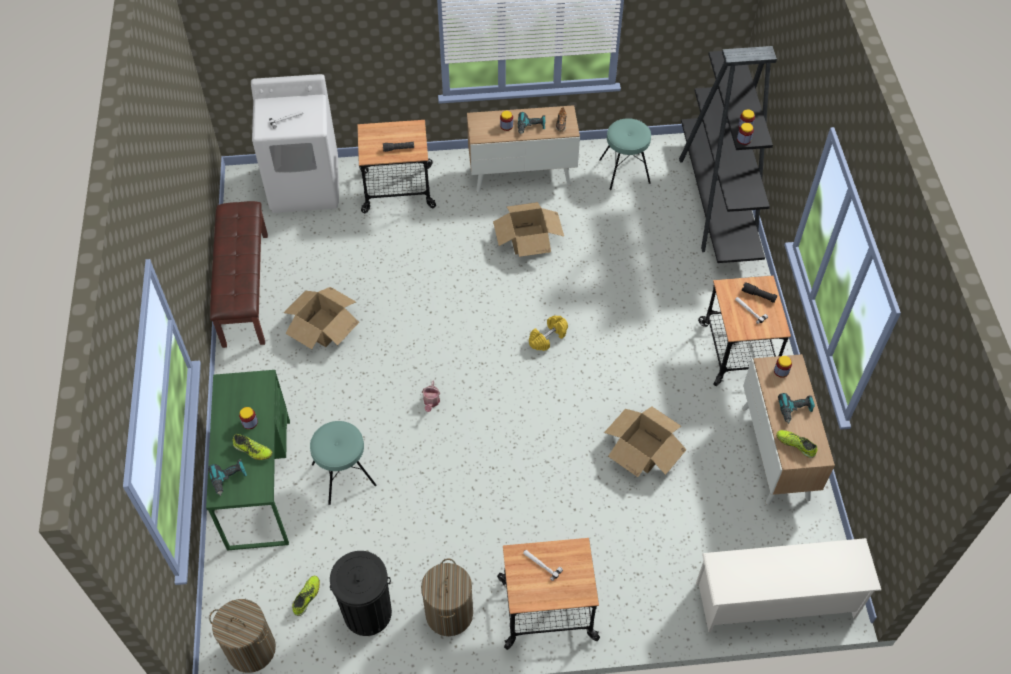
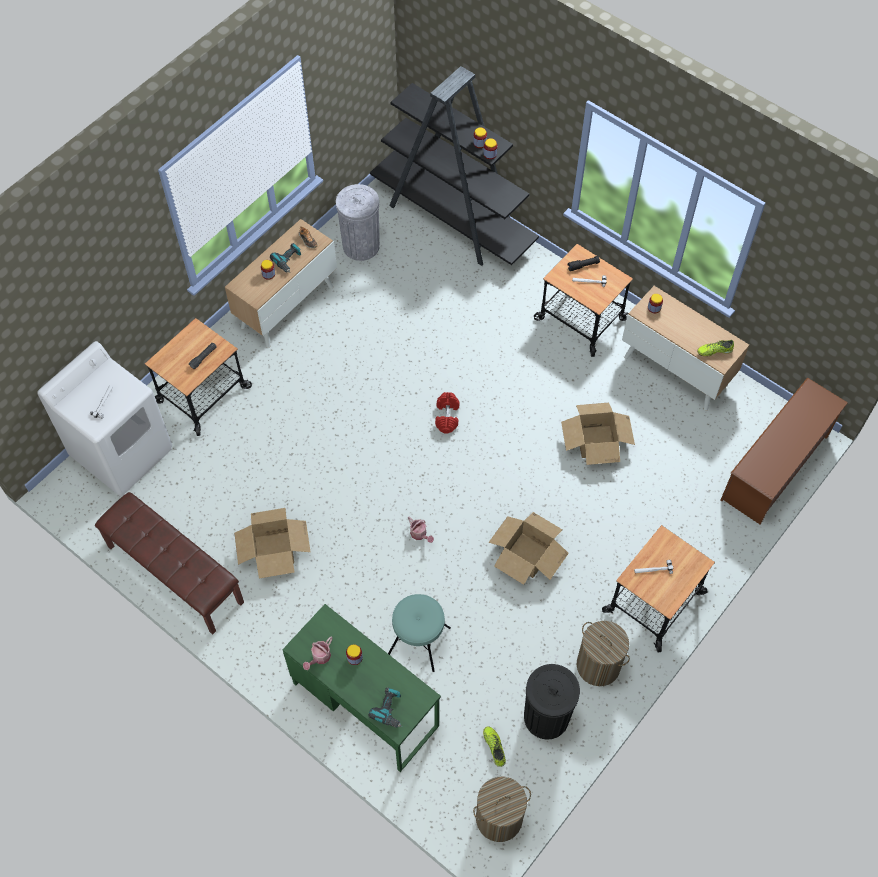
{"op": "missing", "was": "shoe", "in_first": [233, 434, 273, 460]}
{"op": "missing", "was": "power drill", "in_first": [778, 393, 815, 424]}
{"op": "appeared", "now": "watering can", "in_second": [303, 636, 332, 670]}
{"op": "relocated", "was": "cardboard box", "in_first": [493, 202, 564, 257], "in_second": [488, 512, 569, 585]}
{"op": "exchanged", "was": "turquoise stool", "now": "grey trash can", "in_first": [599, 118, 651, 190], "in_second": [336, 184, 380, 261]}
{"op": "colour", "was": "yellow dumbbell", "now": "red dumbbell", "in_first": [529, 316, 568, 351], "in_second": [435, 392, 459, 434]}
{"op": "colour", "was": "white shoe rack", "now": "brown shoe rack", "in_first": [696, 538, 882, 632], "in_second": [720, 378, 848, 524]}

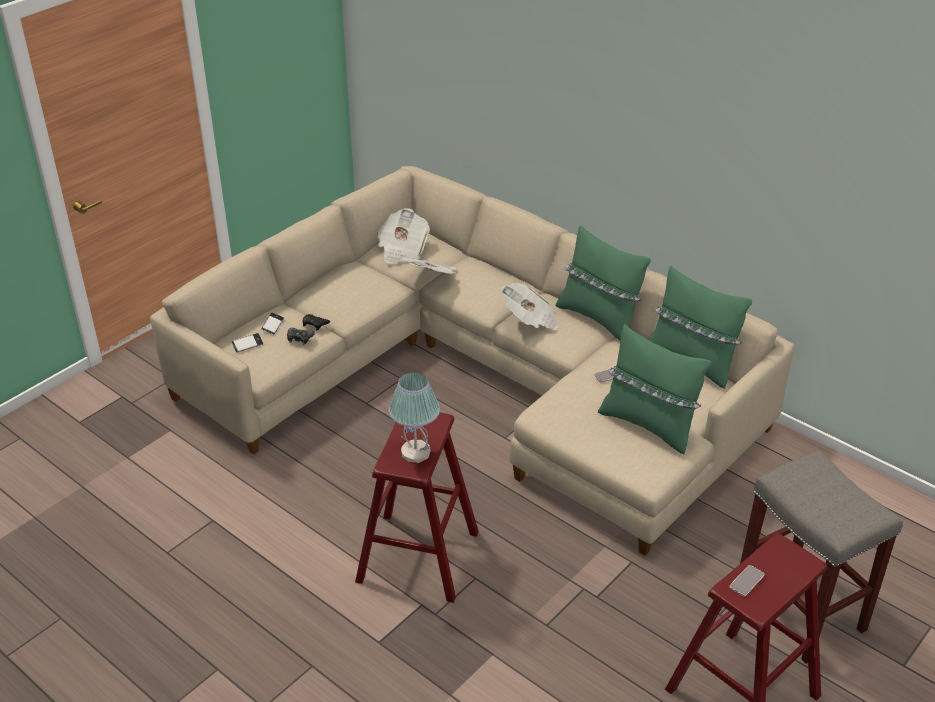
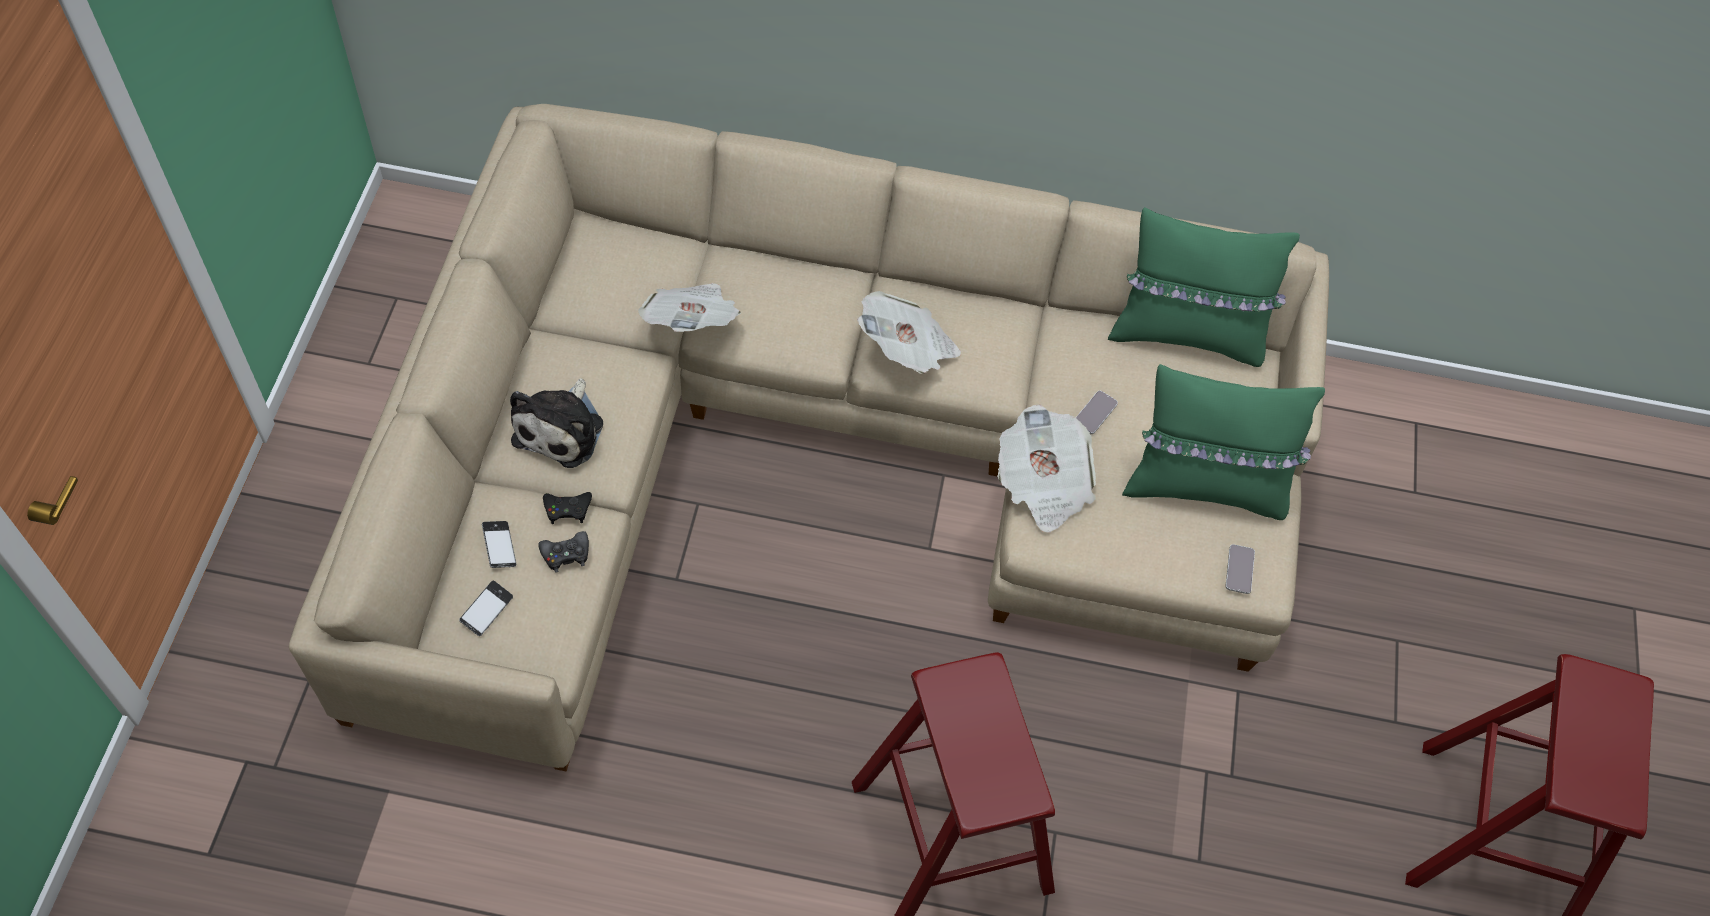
{"op": "missing", "was": "table lamp", "in_first": [389, 372, 440, 463]}
{"op": "missing", "was": "green pillow", "in_first": [556, 225, 651, 340]}
{"op": "missing", "was": "grey stool", "in_first": [740, 450, 903, 664]}
{"op": "appeared", "now": "plush toy", "in_second": [510, 378, 603, 468]}
{"op": "relocated", "was": "newspaper", "in_first": [377, 208, 430, 264], "in_second": [998, 405, 1096, 533]}
{"op": "relocated", "was": "phone", "in_first": [730, 565, 764, 597], "in_second": [1226, 544, 1255, 594]}

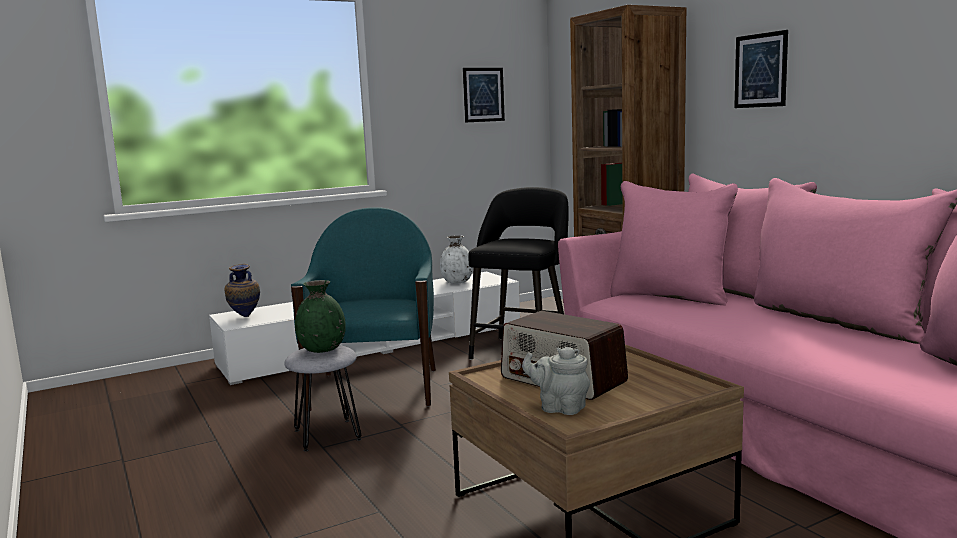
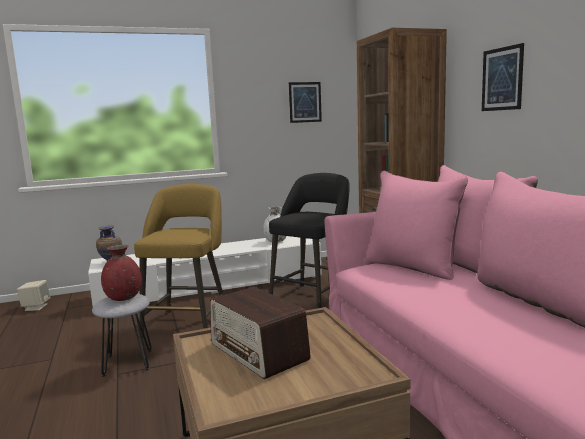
{"op": "missing", "was": "grey teapot", "in_first": [522, 347, 590, 415]}
{"op": "appeared", "now": "beige speaker", "in_second": [17, 280, 51, 311]}
{"op": "exchanged", "was": "turquoise armchair", "now": "yellow stool", "in_first": [291, 207, 436, 411], "in_second": [134, 184, 224, 338]}
{"op": "colour", "was": "green vase", "now": "red vase", "in_first": [295, 280, 346, 353], "in_second": [101, 245, 142, 301]}

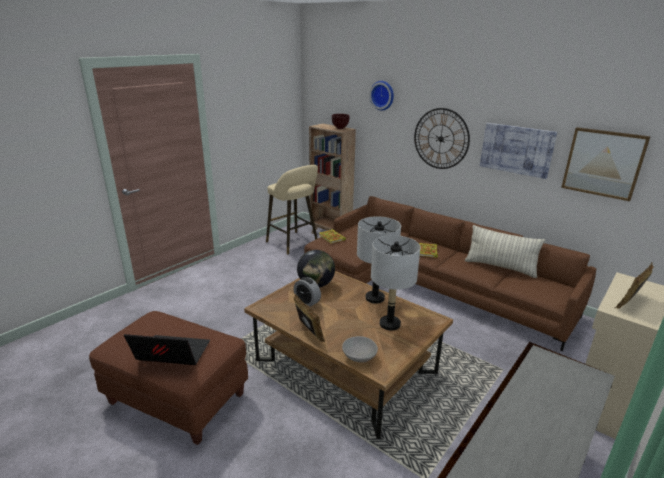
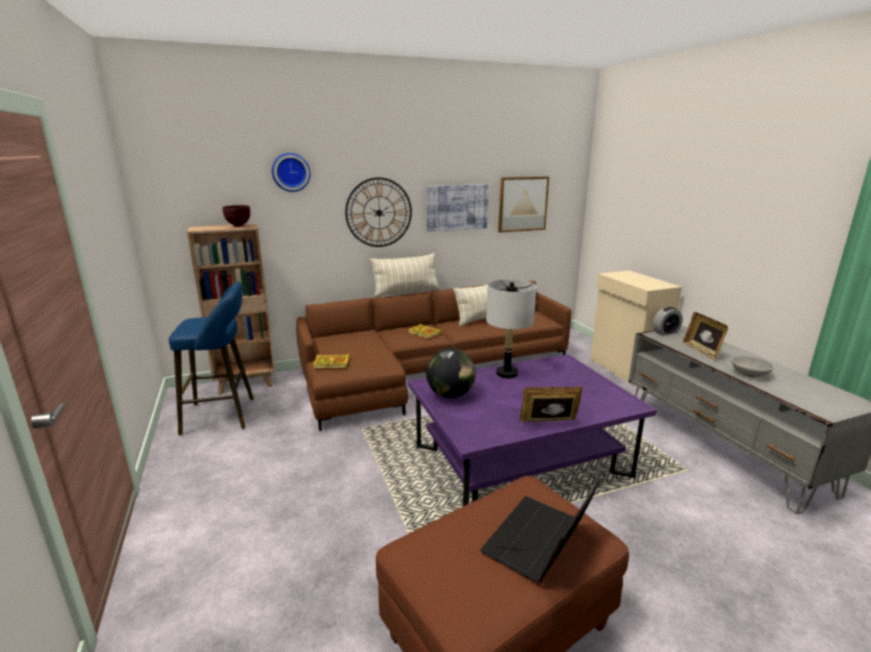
{"op": "missing", "was": "grey table lamp", "in_first": [371, 235, 421, 331]}
{"op": "appeared", "now": "pillow", "in_second": [370, 253, 440, 298]}
{"op": "relocated", "was": "alarm clock", "in_first": [294, 277, 321, 307], "in_second": [653, 307, 683, 335]}
{"op": "relocated", "was": "grey bowl", "in_first": [342, 336, 378, 363], "in_second": [731, 356, 774, 377]}
{"op": "relocated", "was": "picture frame", "in_first": [615, 263, 654, 309], "in_second": [683, 312, 728, 360]}
{"op": "colour", "was": "brown coffee table", "now": "purple coffee table", "in_first": [244, 271, 453, 439], "in_second": [408, 354, 657, 506]}
{"op": "colour", "was": "beige stool", "now": "blue stool", "in_first": [266, 165, 318, 254], "in_second": [169, 282, 254, 435]}

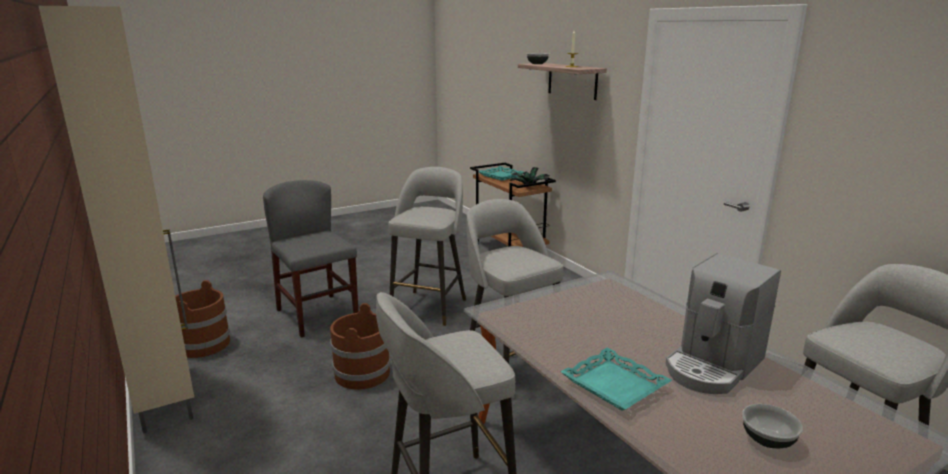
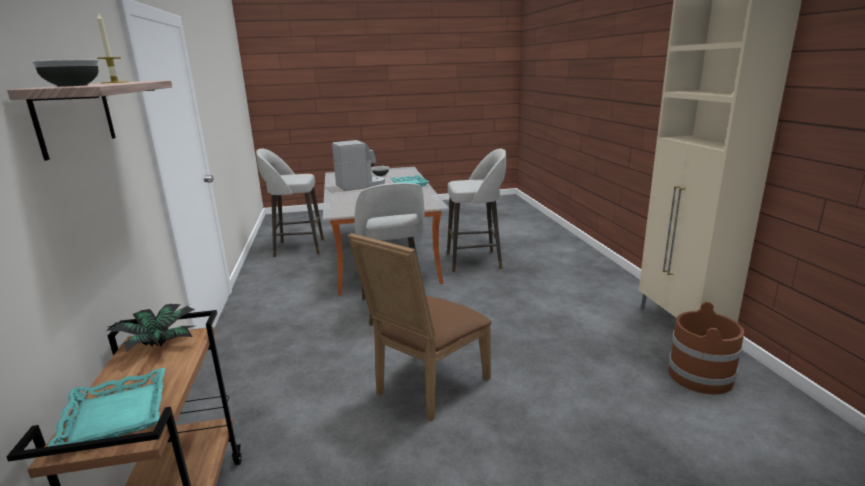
{"op": "missing", "was": "grey chair", "in_first": [263, 180, 359, 338]}
{"op": "missing", "was": "brown bucket", "in_first": [330, 303, 391, 389]}
{"op": "exchanged", "was": "grey stool", "now": "brown chair", "in_first": [388, 167, 466, 326], "in_second": [348, 233, 491, 422]}

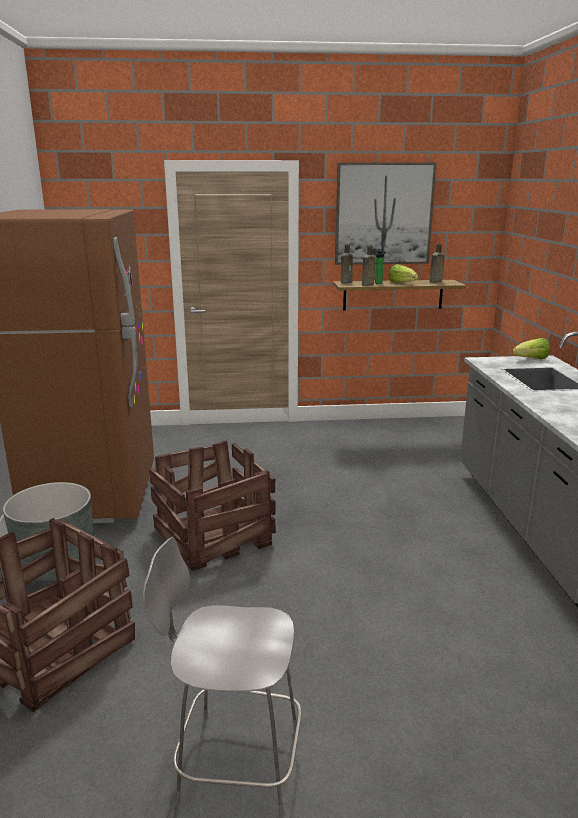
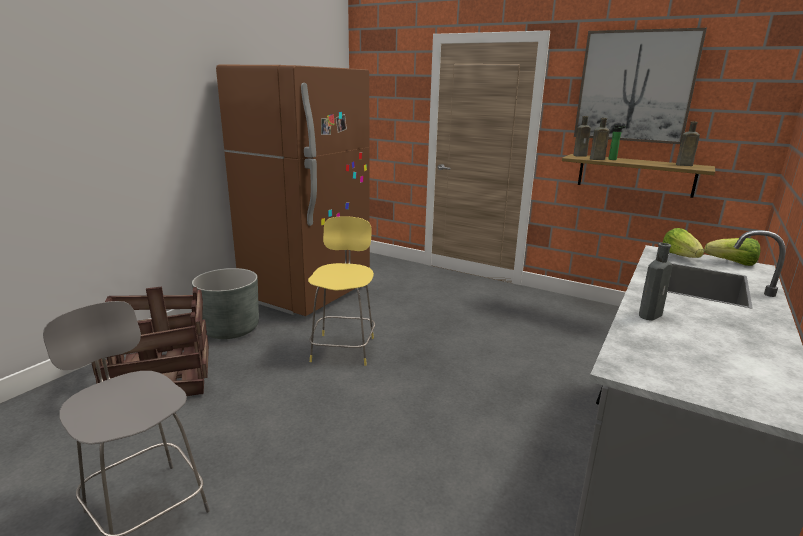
{"op": "appeared", "now": "grey bottle", "in_second": [639, 243, 672, 320]}
{"op": "relocated", "was": "lettuce", "in_first": [389, 264, 418, 283], "in_second": [662, 228, 704, 258]}
{"op": "exchanged", "was": "crate", "now": "yellow stool", "in_first": [149, 440, 276, 571], "in_second": [308, 216, 375, 366]}

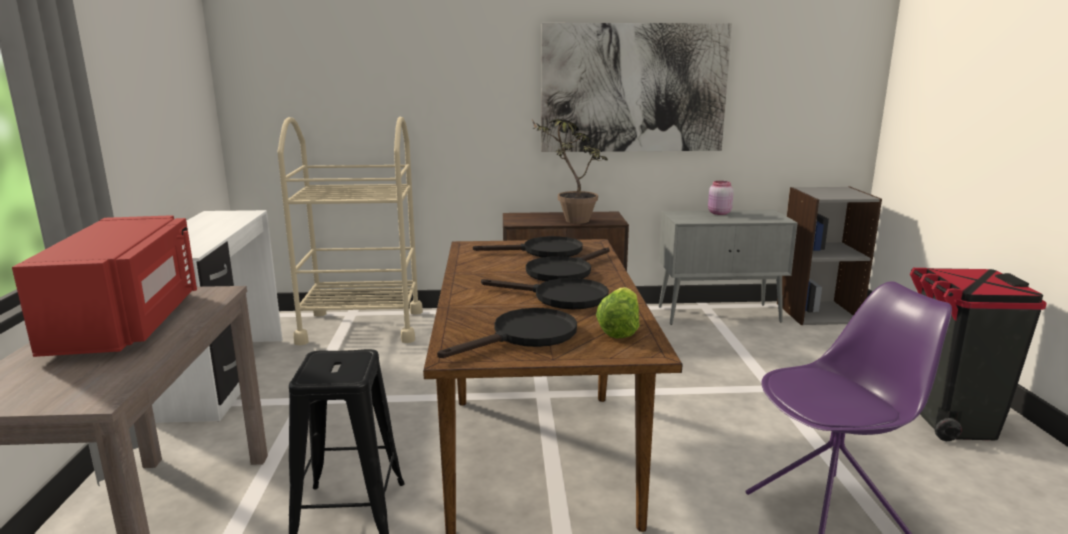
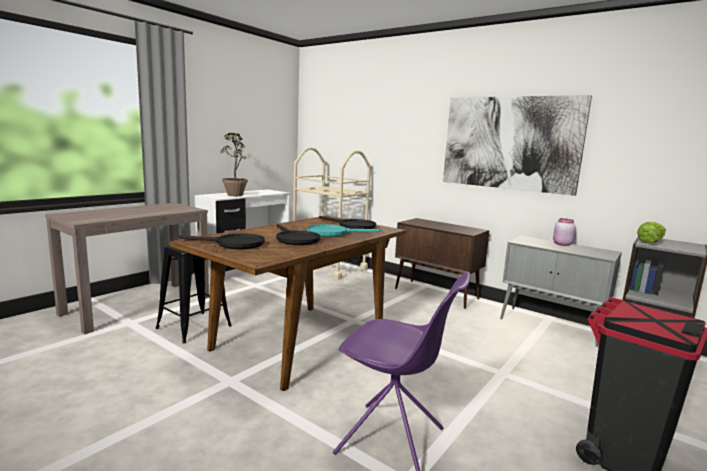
{"op": "missing", "was": "red microwave", "in_first": [12, 215, 197, 357]}
{"op": "relocated", "was": "potted plant", "in_first": [532, 119, 608, 224], "in_second": [220, 133, 248, 196]}
{"op": "relocated", "was": "lettuce", "in_first": [596, 287, 639, 338], "in_second": [637, 222, 666, 243]}
{"op": "colour", "was": "black frying pan", "now": "turquoise frying pan", "in_first": [526, 247, 610, 281], "in_second": [307, 224, 381, 237]}

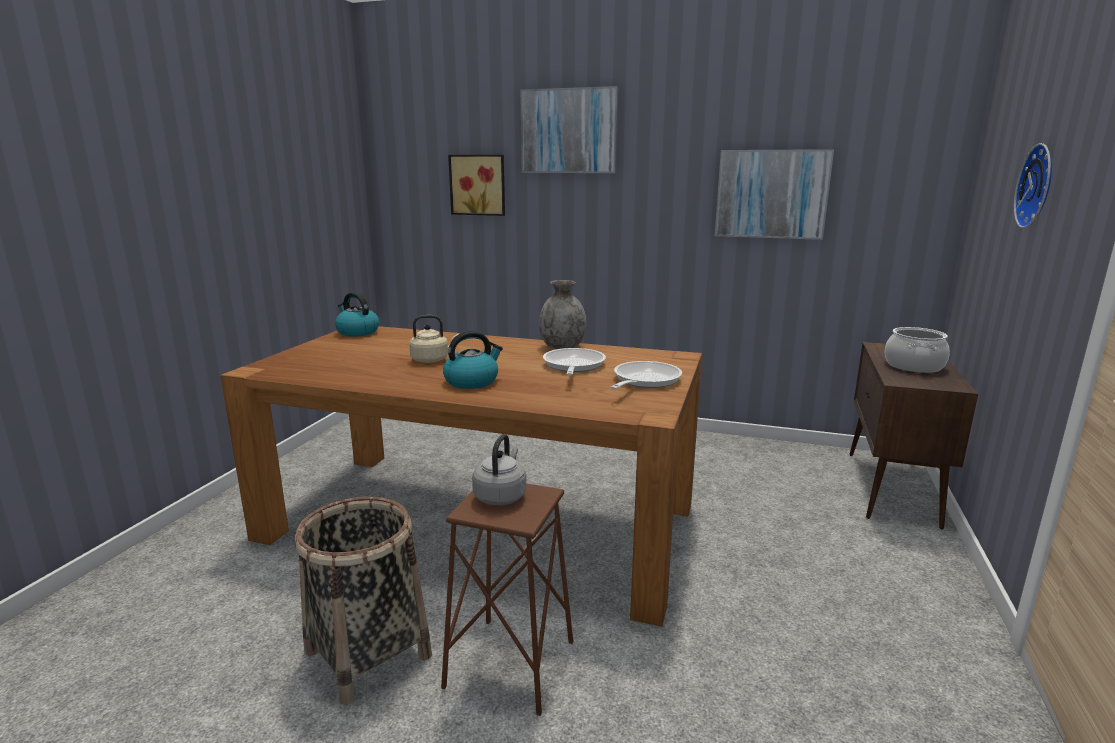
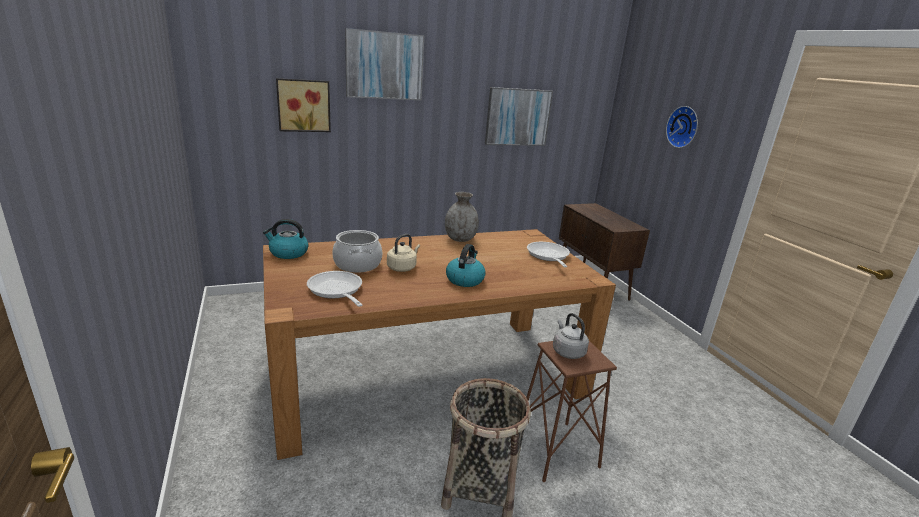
{"op": "relocated", "was": "frying pan", "in_first": [543, 348, 606, 375], "in_second": [307, 271, 362, 307]}
{"op": "relocated", "was": "cooking pot", "in_first": [885, 327, 950, 373], "in_second": [332, 230, 382, 273]}

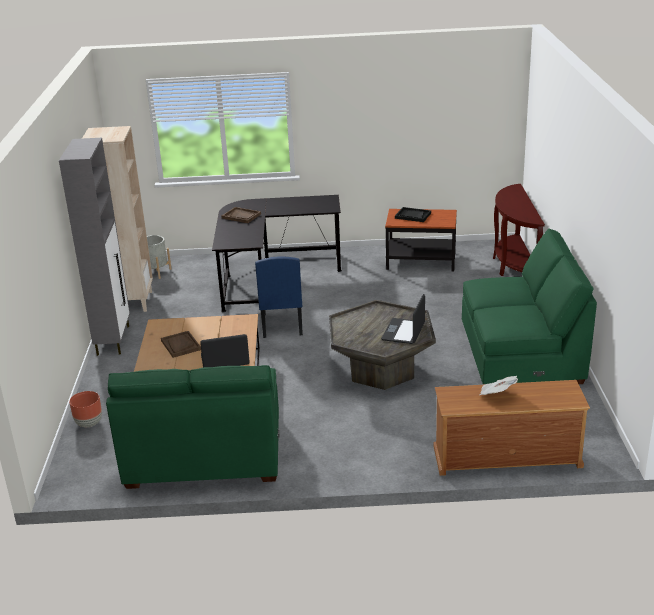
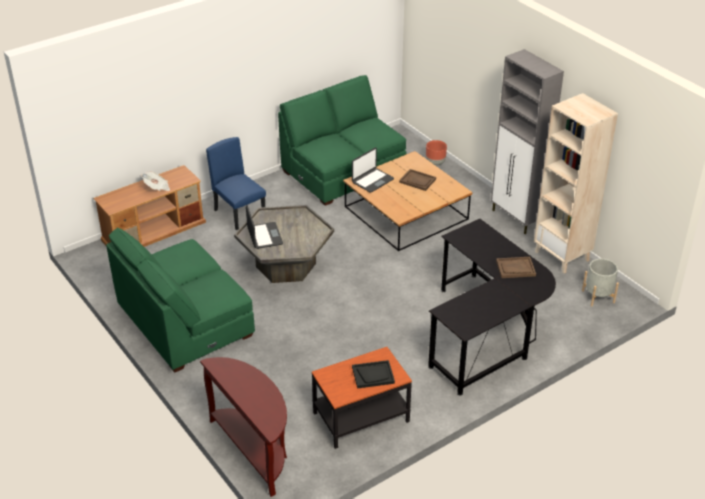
{"op": "relocated", "was": "blue chair", "in_first": [255, 256, 303, 338], "in_second": [206, 137, 266, 230]}

